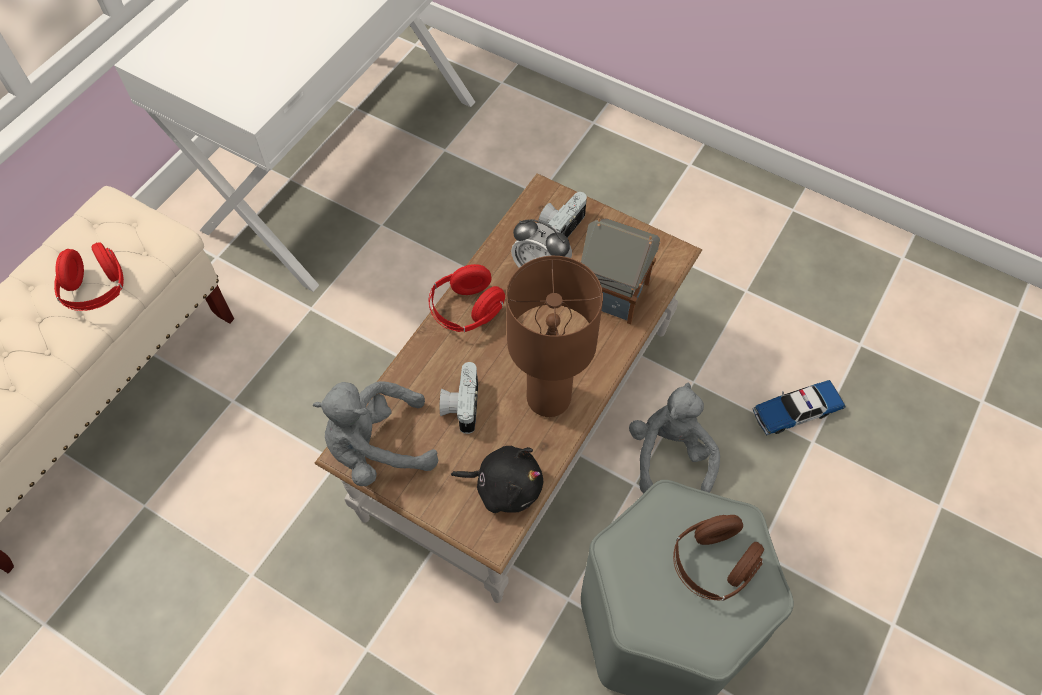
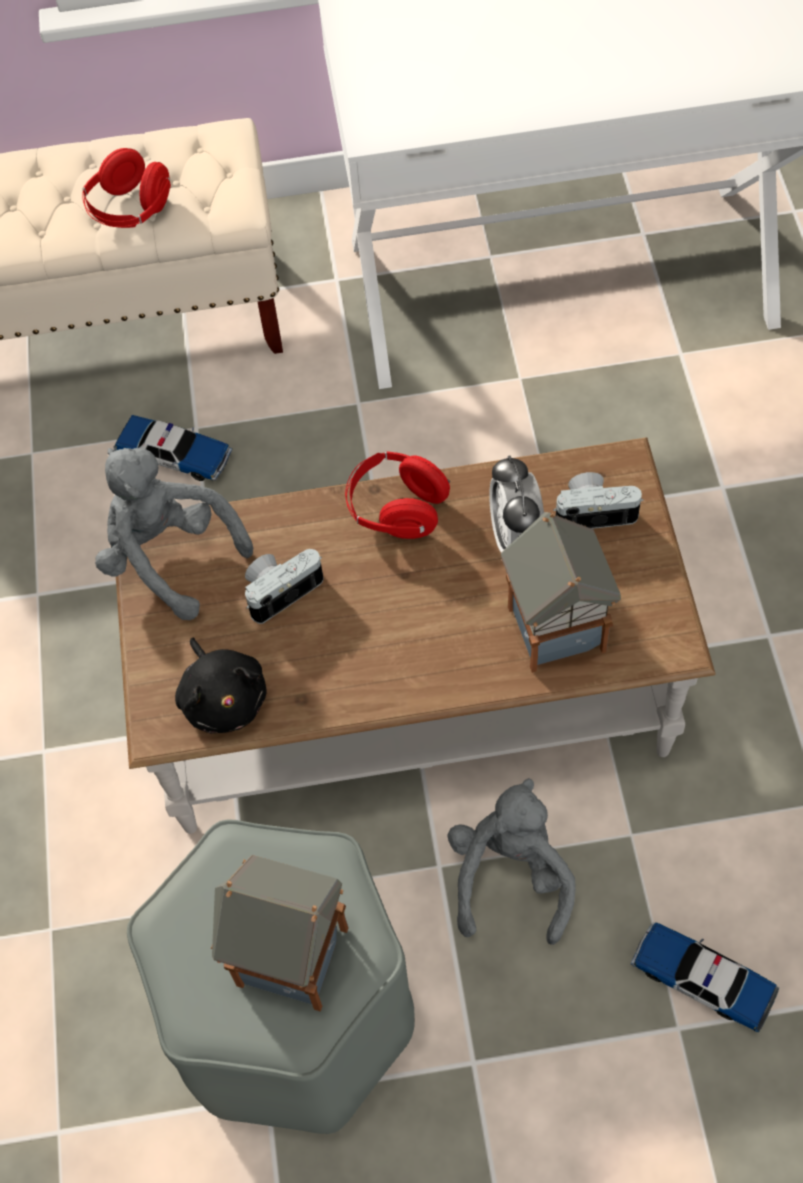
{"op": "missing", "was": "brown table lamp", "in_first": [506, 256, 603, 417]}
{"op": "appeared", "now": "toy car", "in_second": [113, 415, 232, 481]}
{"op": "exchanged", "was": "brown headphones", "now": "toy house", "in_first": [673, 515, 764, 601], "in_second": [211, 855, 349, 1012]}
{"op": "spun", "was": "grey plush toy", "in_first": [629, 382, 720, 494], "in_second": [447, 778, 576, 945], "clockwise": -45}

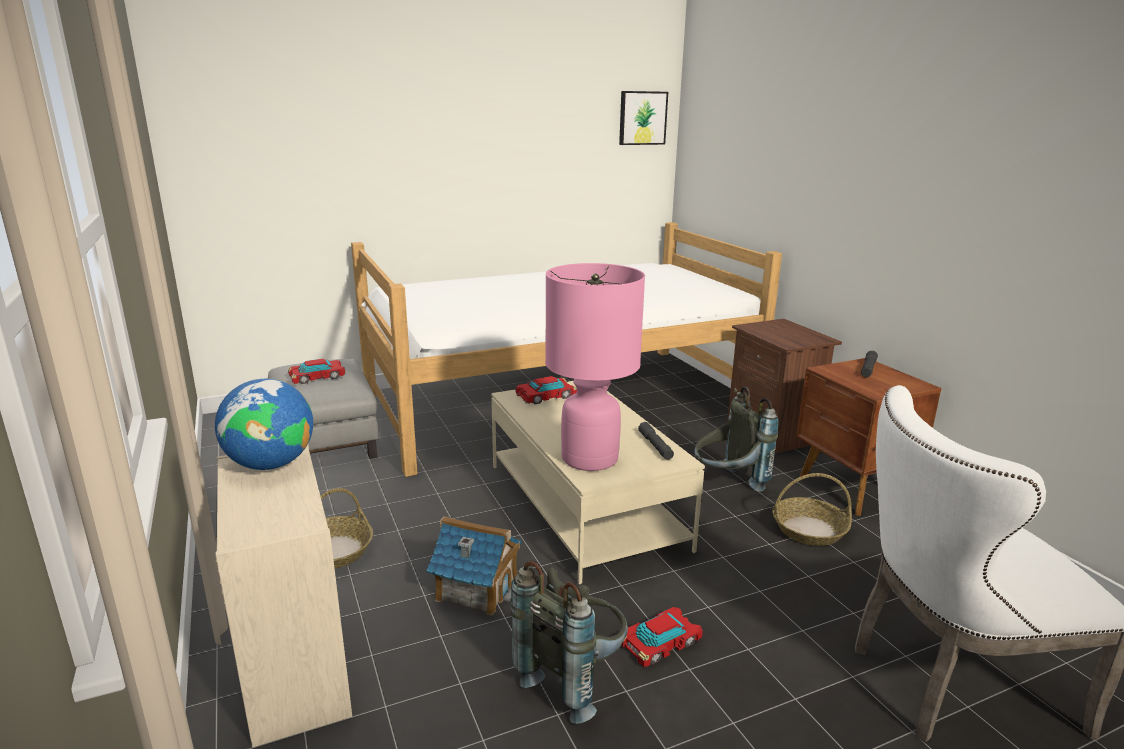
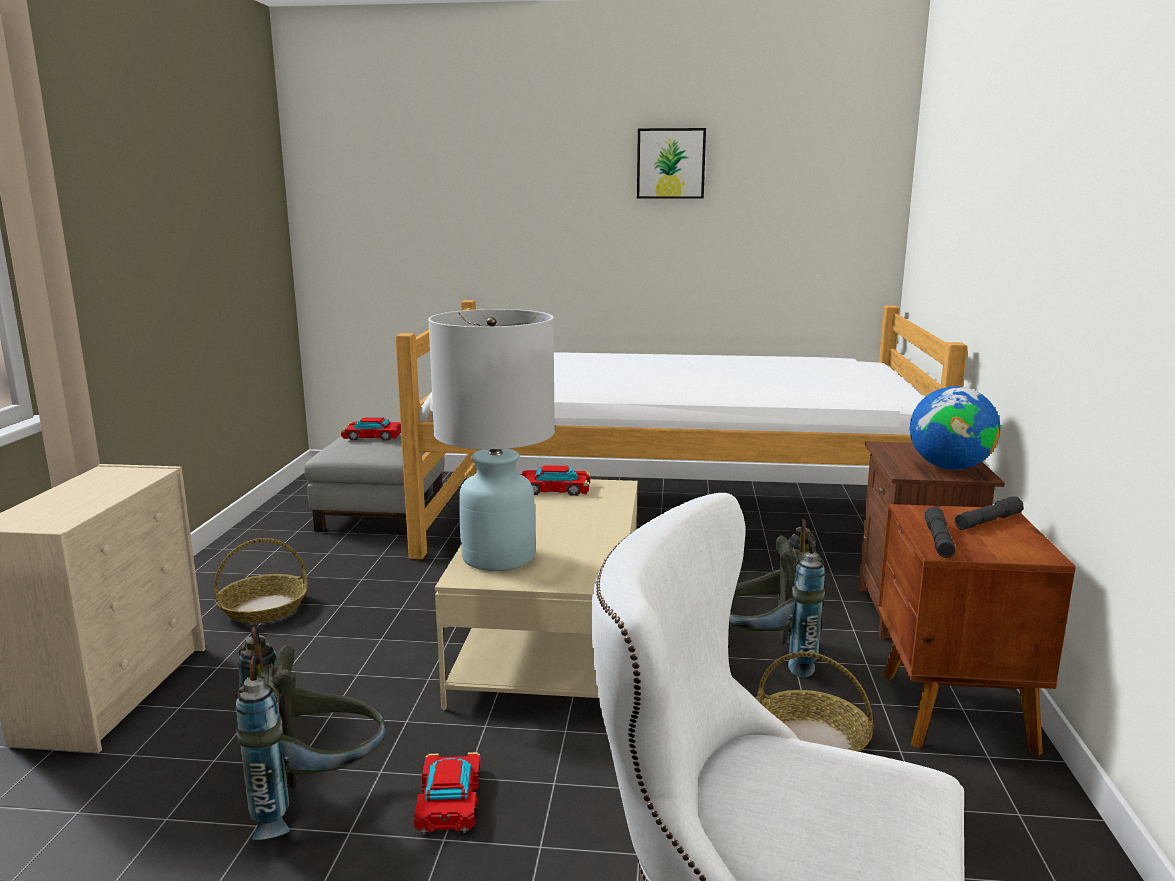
{"op": "missing", "was": "toy house", "in_first": [426, 516, 522, 615]}
{"op": "relocated", "was": "globe", "in_first": [215, 379, 313, 470], "in_second": [910, 386, 1000, 470]}
{"op": "relocated", "was": "picture", "in_first": [619, 91, 668, 145], "in_second": [637, 128, 706, 199]}
{"op": "relocated", "was": "grey flashlight", "in_first": [638, 422, 674, 460], "in_second": [924, 507, 955, 558]}
{"op": "colour", "was": "pink table lamp", "now": "white table lamp", "in_first": [545, 263, 645, 471], "in_second": [428, 309, 555, 571]}
{"op": "spun", "was": "toy car", "in_first": [621, 607, 703, 667], "in_second": [414, 752, 481, 835], "clockwise": 90}

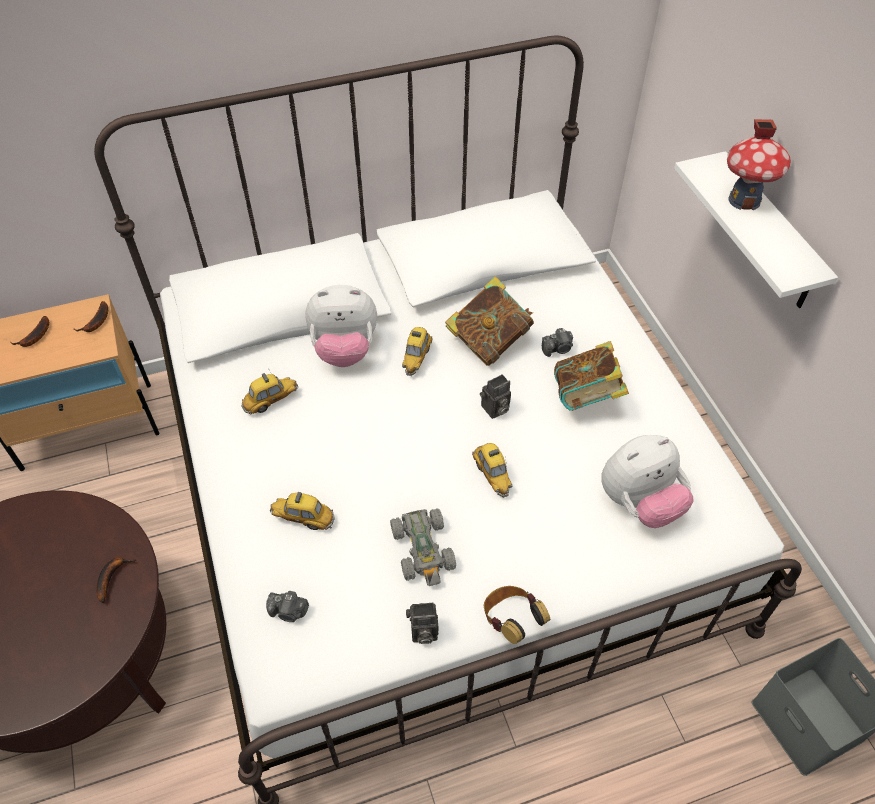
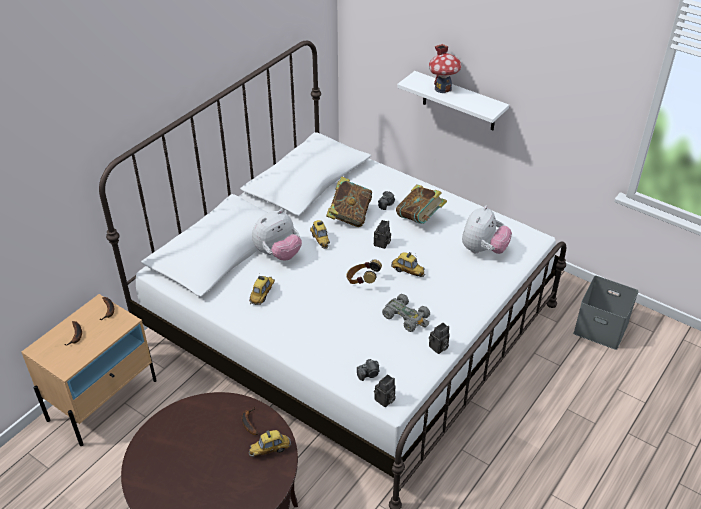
{"op": "appeared", "now": "photo camera", "in_second": [374, 374, 396, 407]}
{"op": "relocated", "was": "toy car", "in_first": [270, 492, 335, 530], "in_second": [248, 430, 292, 457]}
{"op": "relocated", "was": "headphones", "in_first": [484, 586, 550, 644], "in_second": [346, 260, 382, 284]}

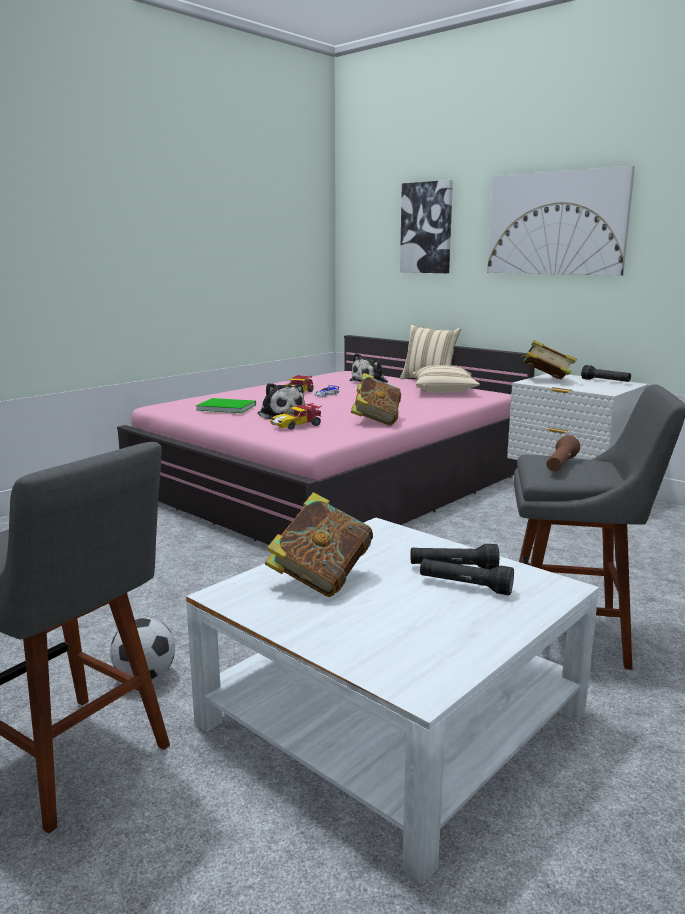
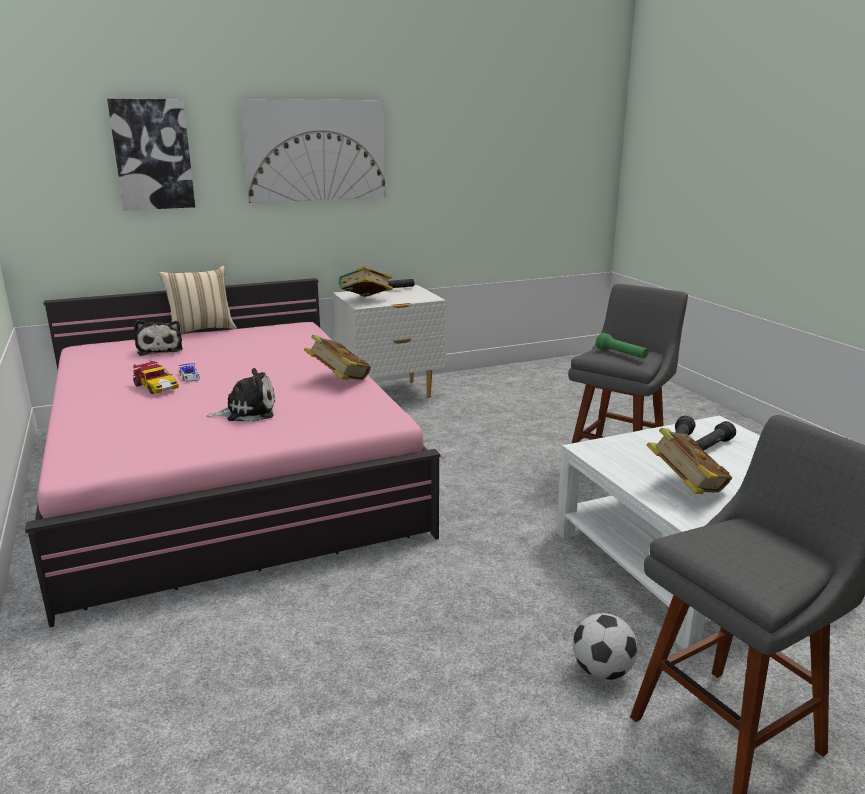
{"op": "missing", "was": "green book", "in_first": [196, 398, 256, 413]}
{"op": "missing", "was": "toy car", "in_first": [270, 403, 321, 430]}
{"op": "missing", "was": "beige pillow", "in_first": [412, 365, 480, 393]}
{"op": "colour", "was": "brown flashlight", "now": "green flashlight", "in_first": [547, 435, 580, 472], "in_second": [596, 333, 648, 359]}

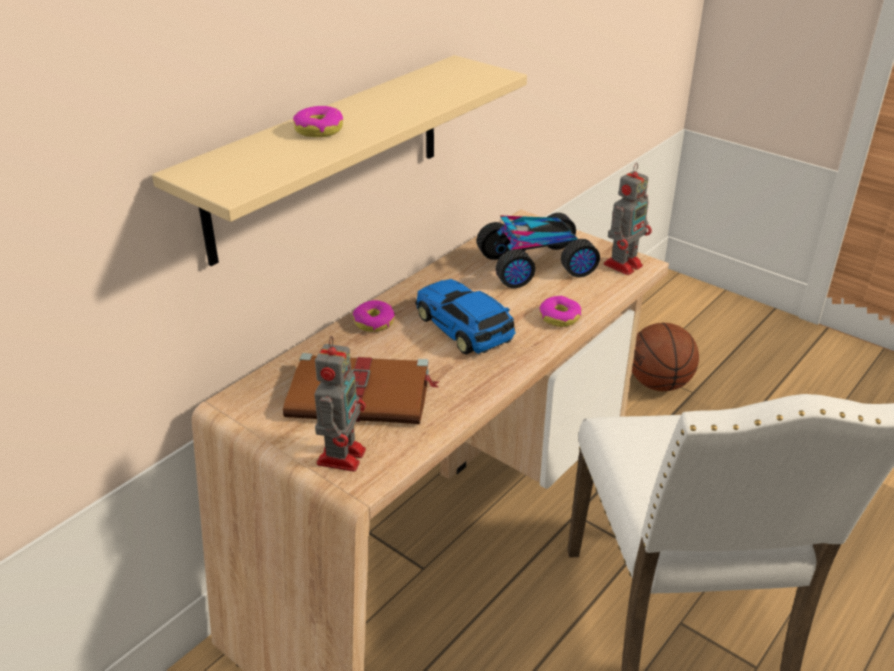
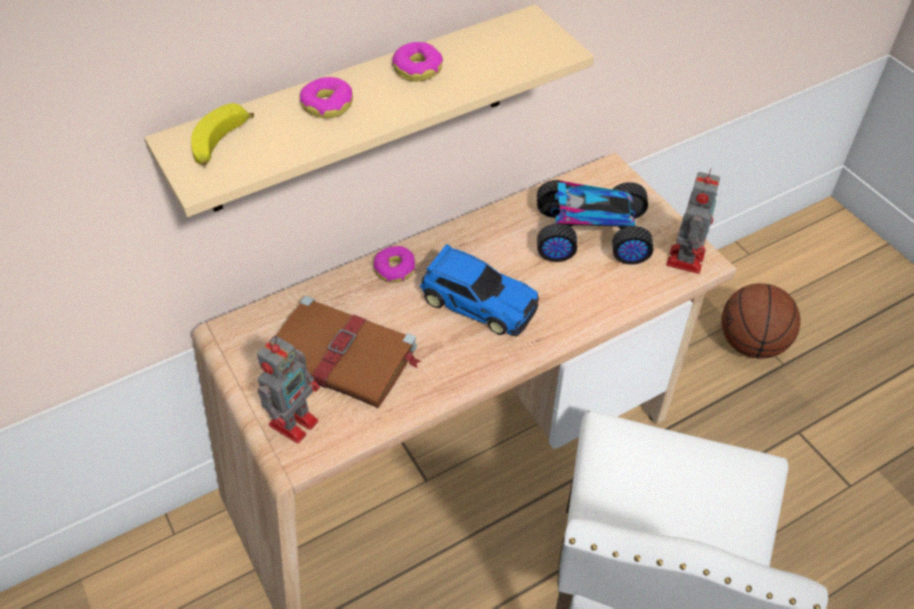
{"op": "appeared", "now": "banana", "in_second": [191, 103, 254, 165]}
{"op": "relocated", "was": "donut", "in_first": [539, 296, 581, 327], "in_second": [392, 42, 443, 81]}
{"op": "spun", "was": "toy car", "in_first": [415, 279, 516, 354], "in_second": [420, 244, 539, 337], "clockwise": 135}
{"op": "spun", "was": "toy robot", "in_first": [604, 163, 652, 275], "in_second": [666, 168, 720, 274], "clockwise": -45}

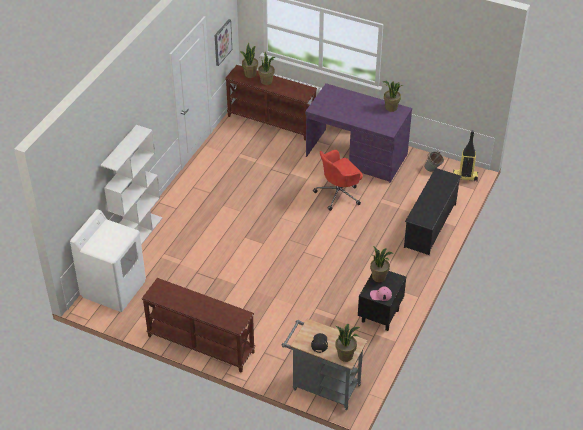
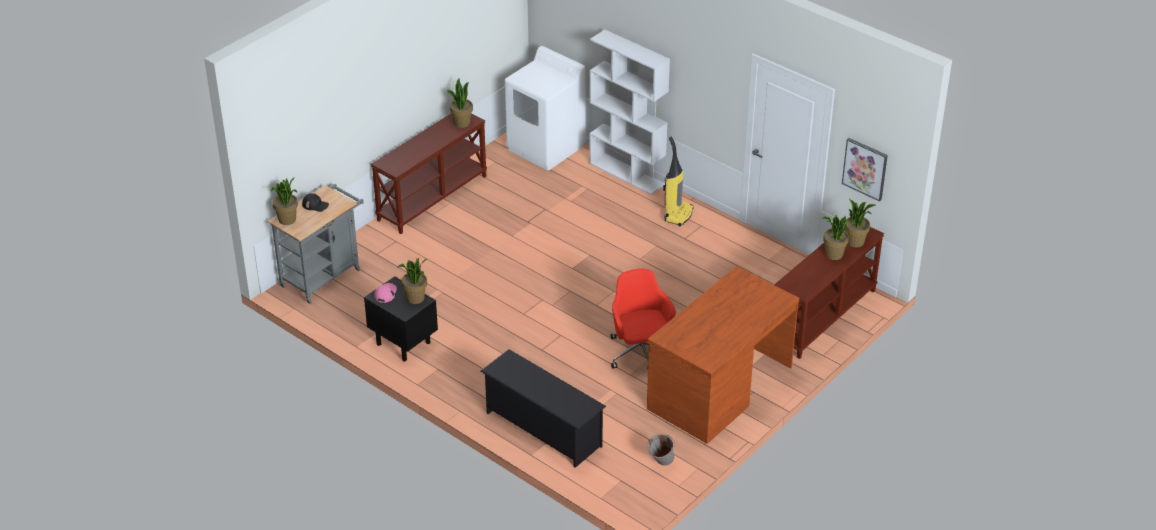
{"op": "relocated", "was": "potted plant", "in_first": [383, 81, 403, 112], "in_second": [447, 78, 473, 128]}
{"op": "relocated", "was": "vacuum cleaner", "in_first": [453, 130, 478, 181], "in_second": [663, 136, 694, 226]}
{"op": "colour", "was": "purple desk", "now": "brown desk", "in_first": [305, 83, 412, 183], "in_second": [647, 266, 799, 444]}

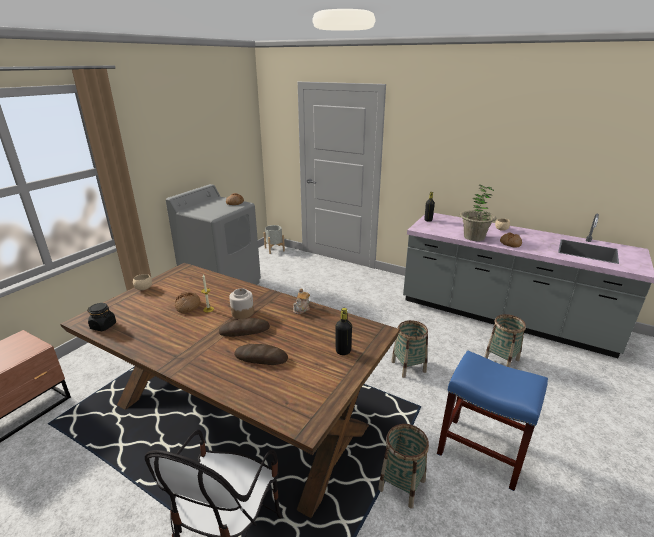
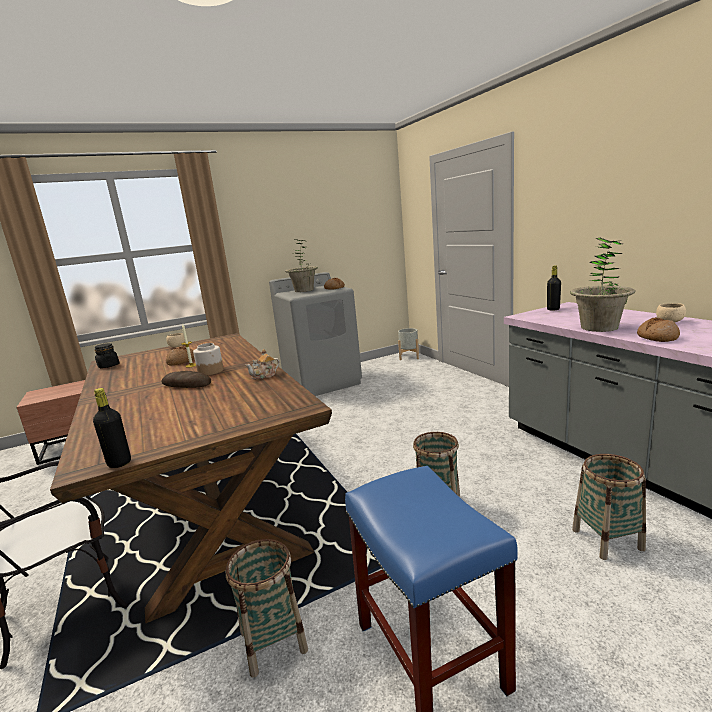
{"op": "missing", "was": "bread", "in_first": [234, 344, 288, 365]}
{"op": "appeared", "now": "potted plant", "in_second": [285, 239, 318, 292]}
{"op": "relocated", "was": "black bottle", "in_first": [335, 308, 352, 355], "in_second": [93, 388, 131, 468]}

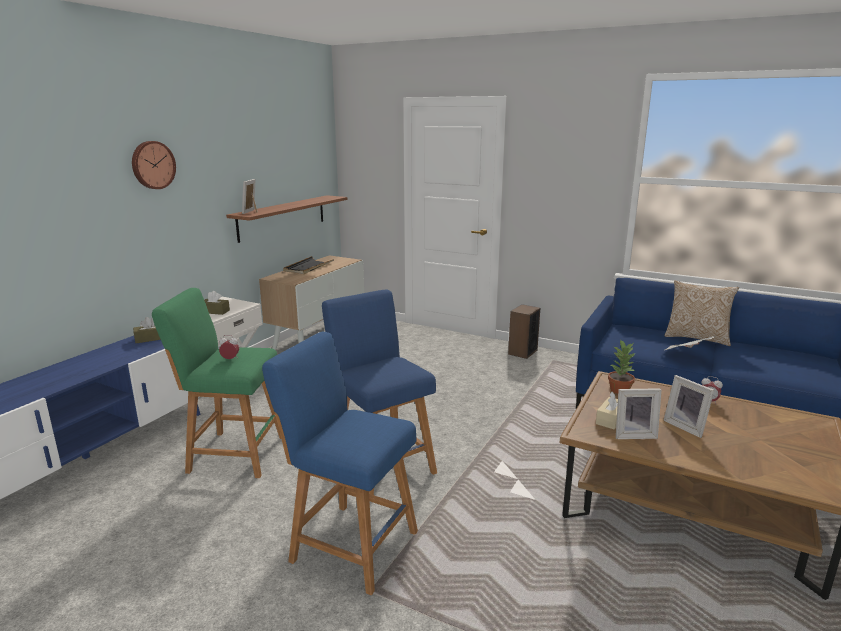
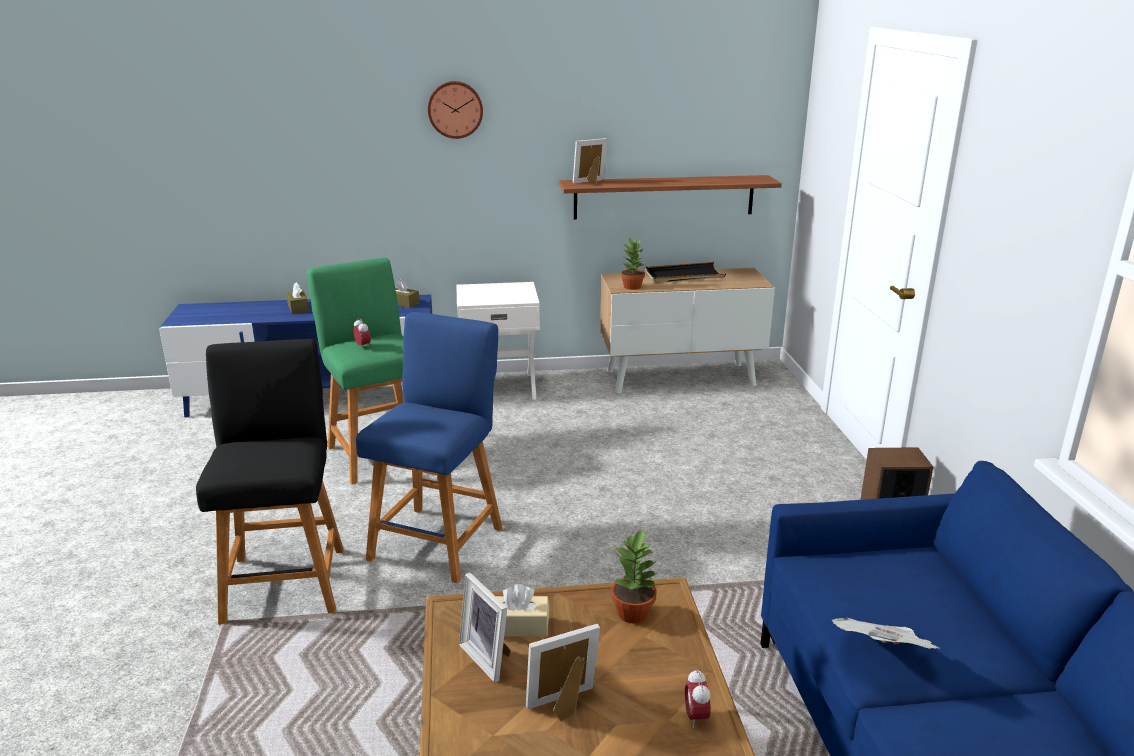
{"op": "missing", "was": "pillow", "in_first": [664, 280, 739, 346]}
{"op": "appeared", "now": "potted plant", "in_second": [621, 237, 645, 290]}
{"op": "relocated", "was": "brown tissue box", "in_first": [204, 291, 230, 315], "in_second": [286, 282, 309, 314]}
{"op": "colour", "was": "blue stool", "now": "black stool", "in_first": [262, 332, 418, 595], "in_second": [196, 339, 344, 625]}
{"op": "spun", "was": "picture frame", "in_first": [663, 375, 714, 438], "in_second": [526, 624, 600, 721], "clockwise": 45}

